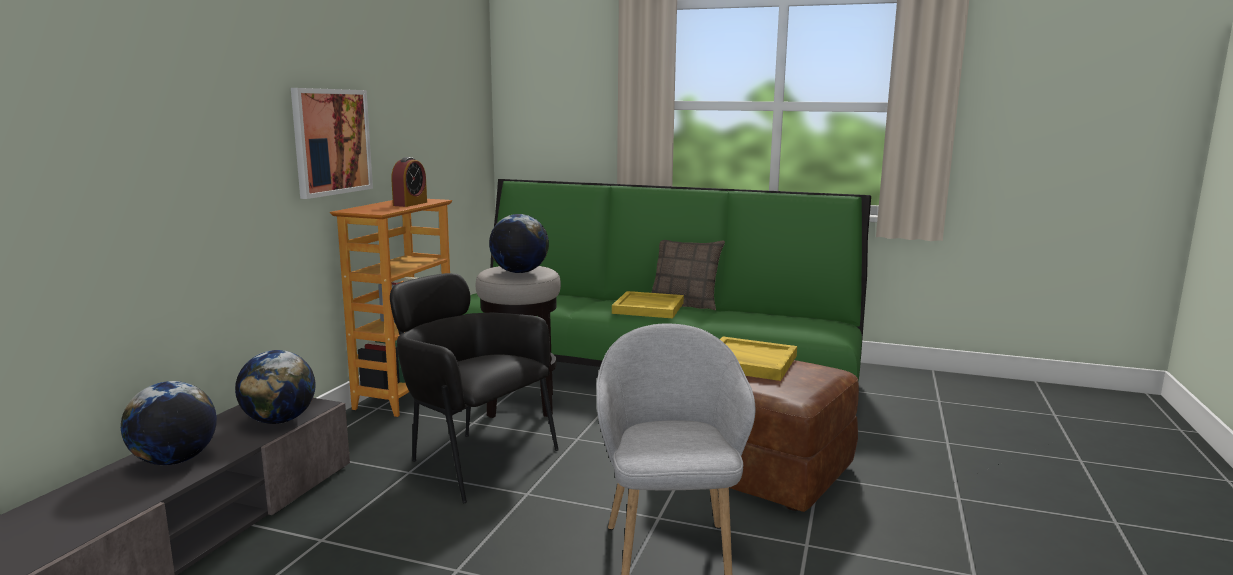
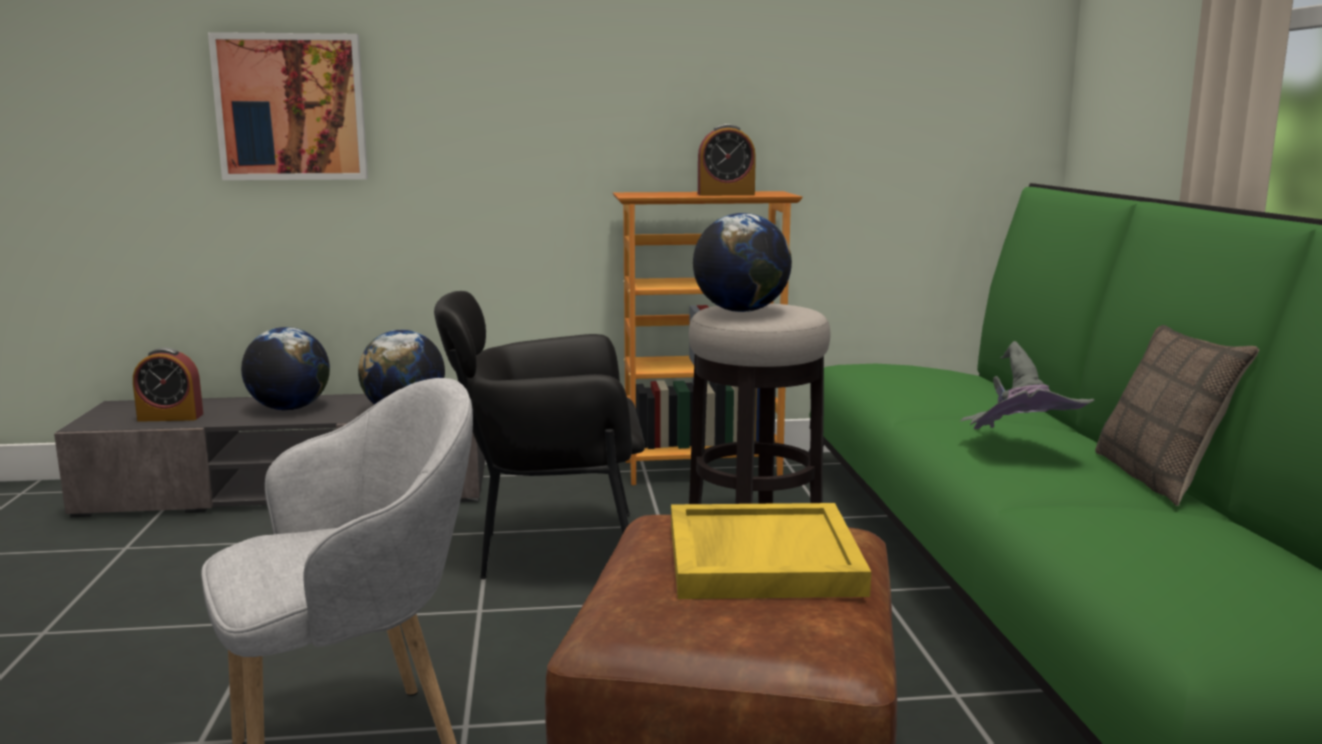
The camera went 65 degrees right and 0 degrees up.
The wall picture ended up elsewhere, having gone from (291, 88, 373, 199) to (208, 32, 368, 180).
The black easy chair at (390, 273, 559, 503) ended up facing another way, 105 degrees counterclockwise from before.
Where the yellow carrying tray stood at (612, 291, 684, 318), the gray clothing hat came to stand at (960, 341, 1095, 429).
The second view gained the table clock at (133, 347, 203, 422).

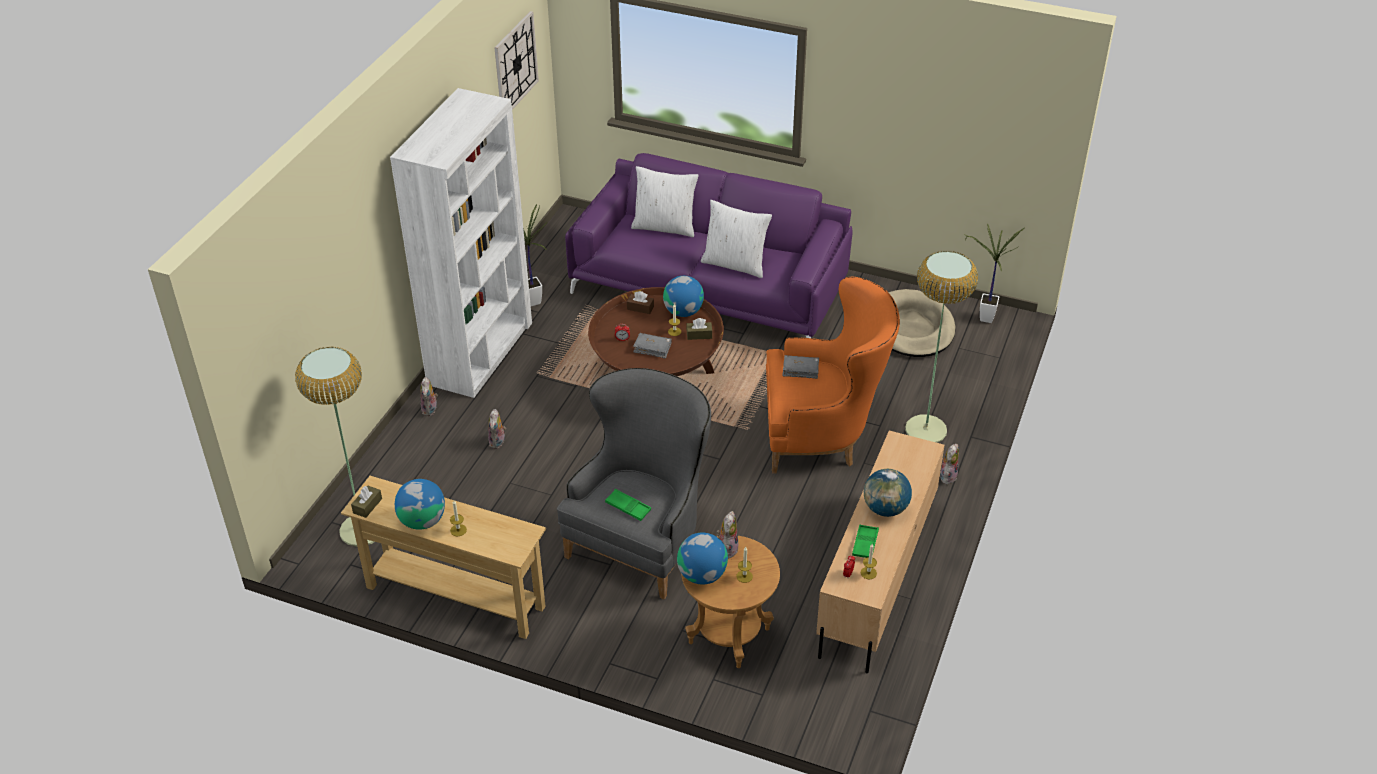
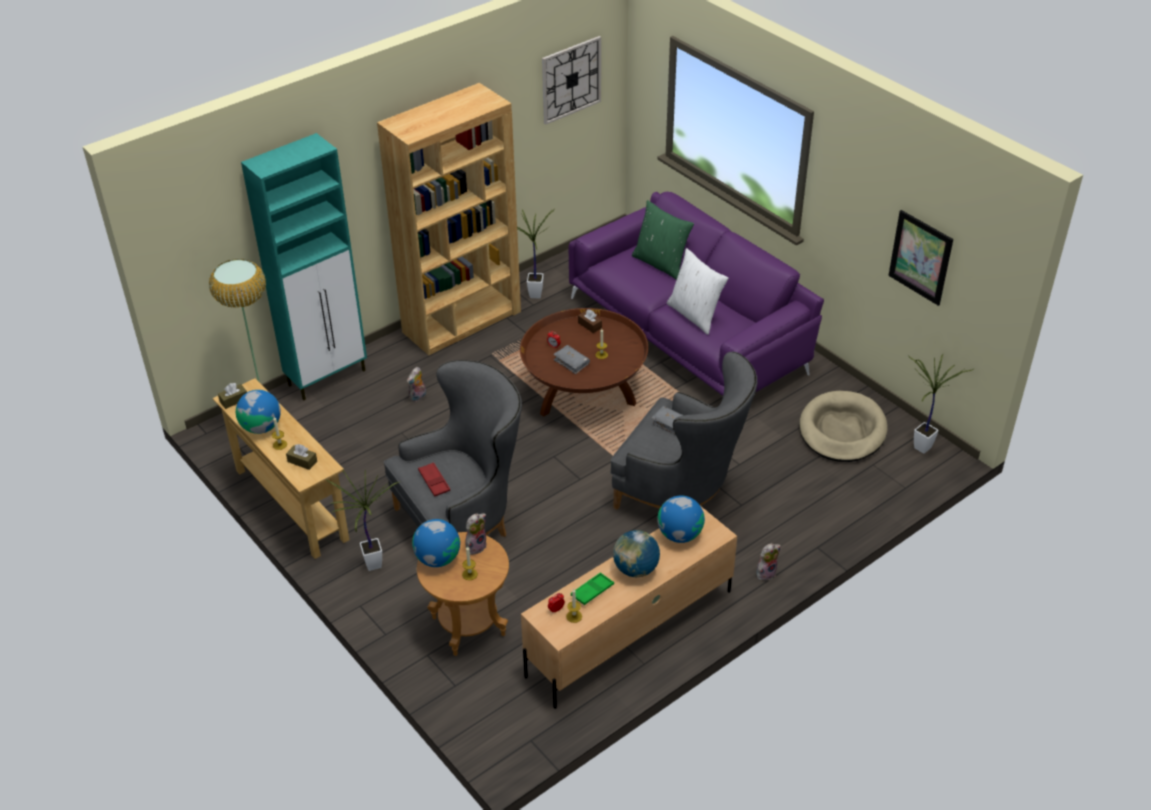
The camera went 30 degrees right and 0 degrees up.
What was the white bookshelf at (390, 88, 532, 398) turned into the brown bookshelf at (377, 83, 521, 355).
The second view lost the plush toy at (420, 377, 438, 416).
What was the green-coloured carrying tray at (605, 489, 651, 521) turned into the red carrying tray at (418, 462, 450, 497).
What was the white throw pillow at (631, 166, 698, 237) turned into the green-coloured throw pillow at (632, 200, 694, 280).
The world globe ended up elsewhere, having gone from (663, 276, 704, 317) to (657, 495, 705, 543).
The brown box of tissues ended up elsewhere, having gone from (686, 318, 712, 340) to (286, 444, 317, 470).
What was the orange easy chair at (766, 277, 900, 474) turned into the gray easy chair at (610, 352, 757, 510).
The second view lost the standing lamp at (905, 251, 978, 443).
The second view gained the blue-green cupboard at (241, 133, 367, 400).
The second view gained the potted plant at (326, 470, 401, 571).
The second view gained the wall picture at (888, 210, 953, 306).

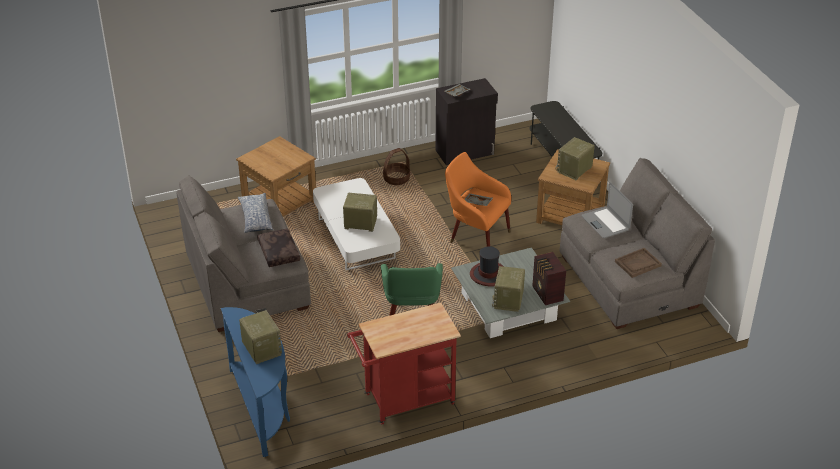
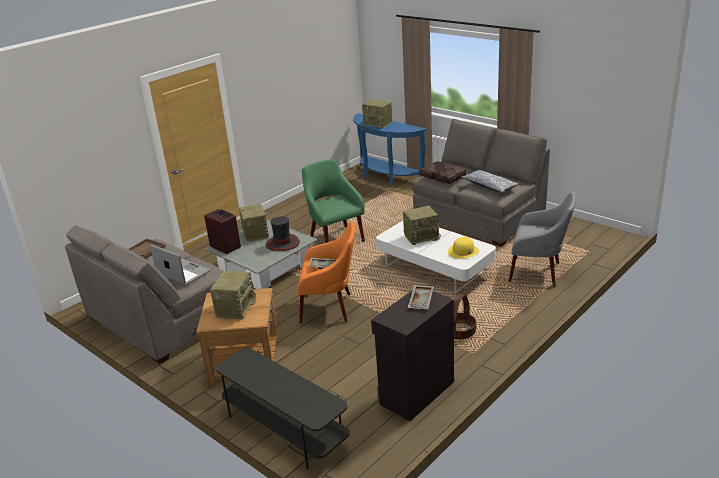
The camera went 155 degrees right and 10 degrees down.
Where the brown end table stood at (236, 136, 316, 216), the gray easy chair came to stand at (509, 192, 576, 288).
The second view lost the red trolley at (347, 303, 461, 424).
The second view gained the yellow clothing hat at (448, 237, 479, 259).

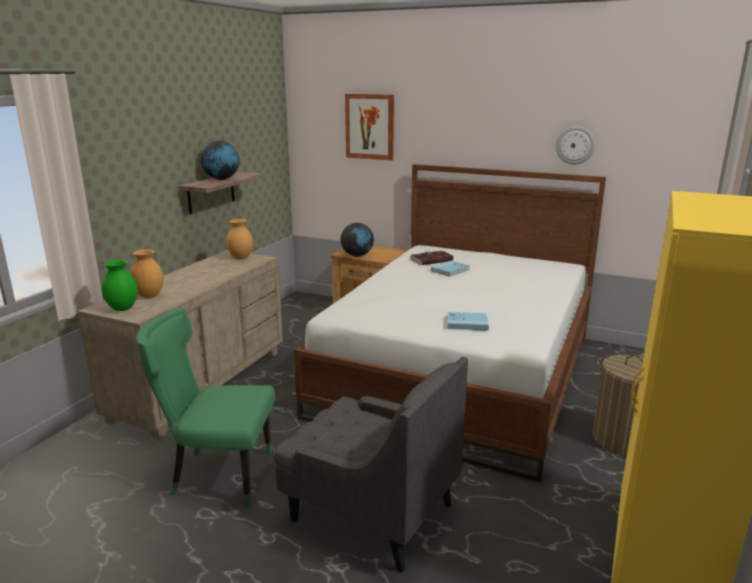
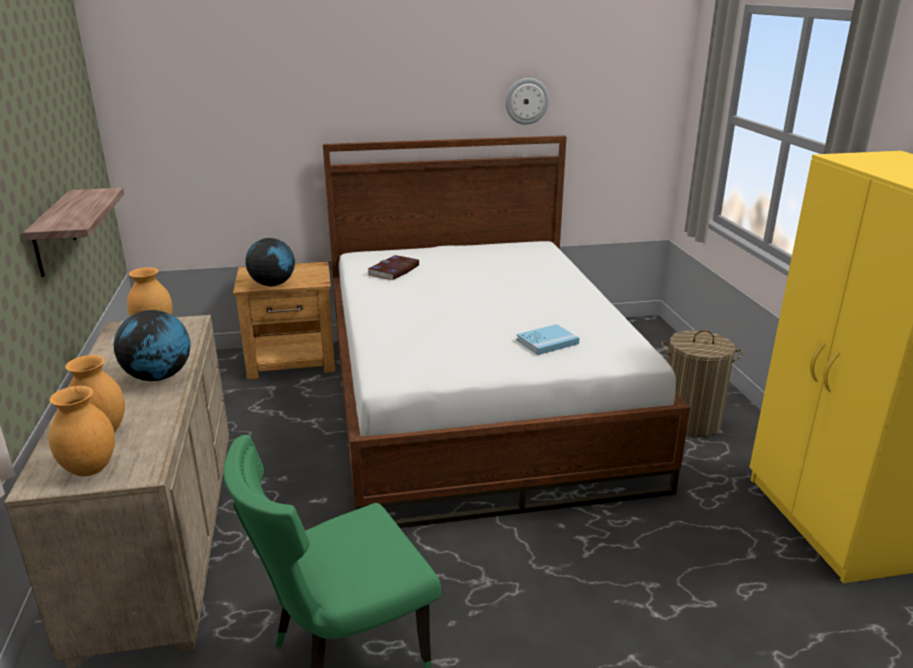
The camera went 35 degrees left and 5 degrees up.
What was the green-coloured decorative vase at (102, 260, 138, 311) turned into the brown decorative vase at (49, 386, 115, 476).
The world globe ended up elsewhere, having gone from (201, 141, 240, 180) to (114, 310, 190, 381).
The second view lost the gray easy chair at (274, 357, 468, 573).
The second view lost the wall picture at (345, 94, 394, 160).
The second view lost the bluish book at (431, 260, 470, 277).

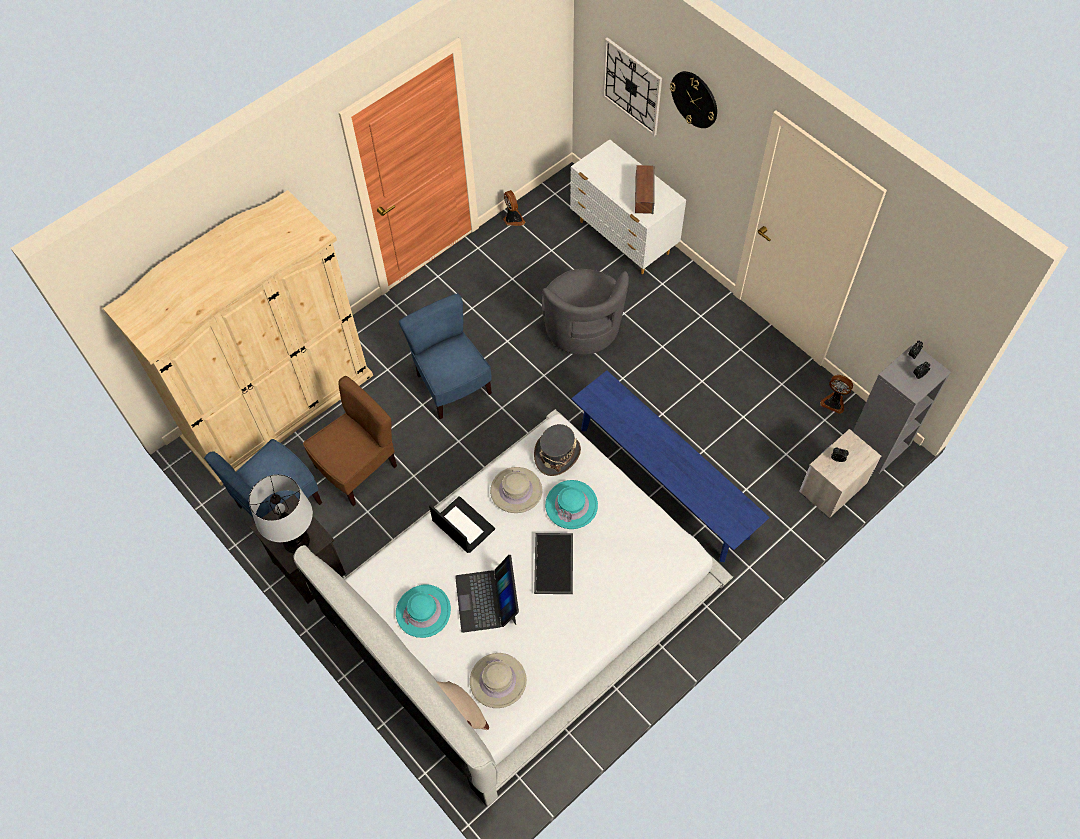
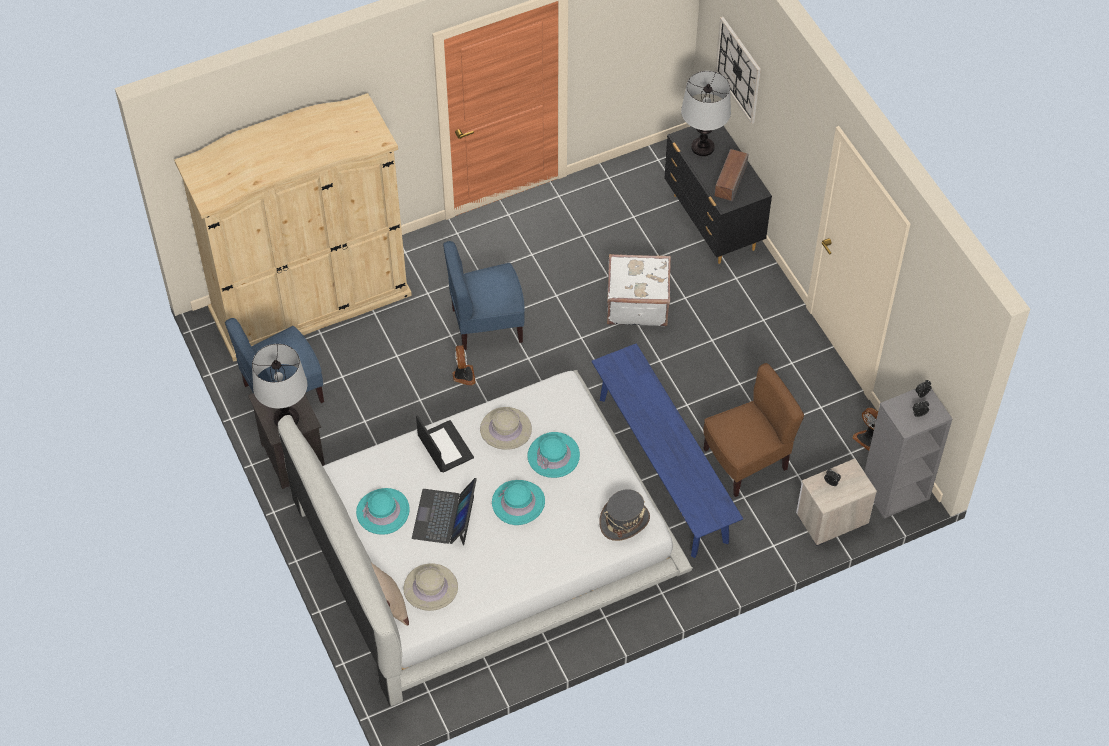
The camera went 15 degrees right and 5 degrees down.
The brown upright chair ended up elsewhere, having gone from (303, 376, 397, 506) to (703, 363, 804, 497).
The bluish upright chair at (398, 293, 492, 419) ended up facing another way, 90 degrees counterclockwise from before.
The electric fan ended up elsewhere, having gone from (503, 190, 526, 226) to (452, 345, 476, 386).
The gray clothing hat ended up elsewhere, having gone from (534, 424, 581, 476) to (599, 489, 650, 541).
Where the carrying tray stood at (534, 533, 573, 594), the blue-green clothing hat came to stand at (492, 480, 545, 525).
Where the gray easy chair stood at (542, 269, 629, 355), the white suitcase came to stand at (607, 254, 671, 326).
What was the white chest of drawers at (570, 139, 686, 274) turned into the black chest of drawers at (664, 126, 772, 264).
The second view lost the hanging clock at (670, 71, 717, 128).
The second view gained the tabletop lamp at (681, 71, 731, 156).

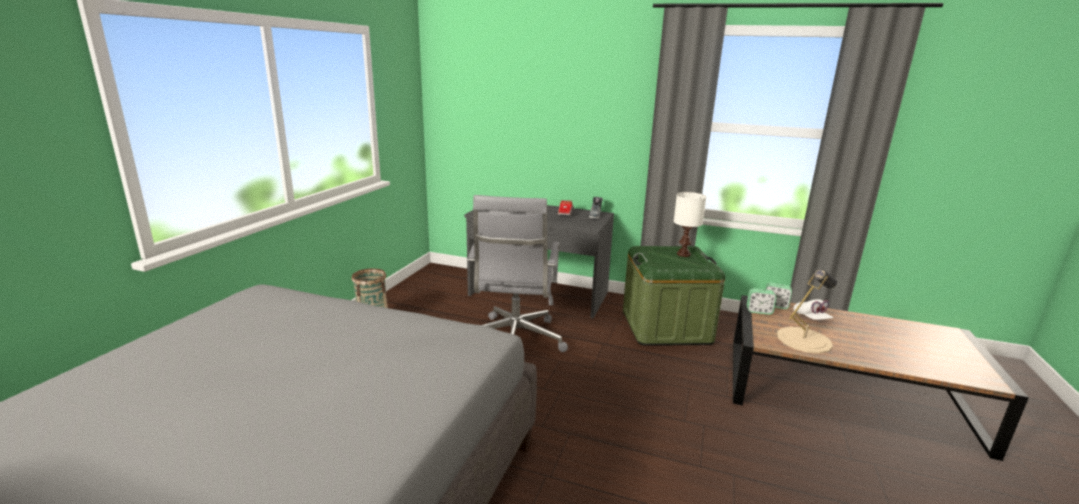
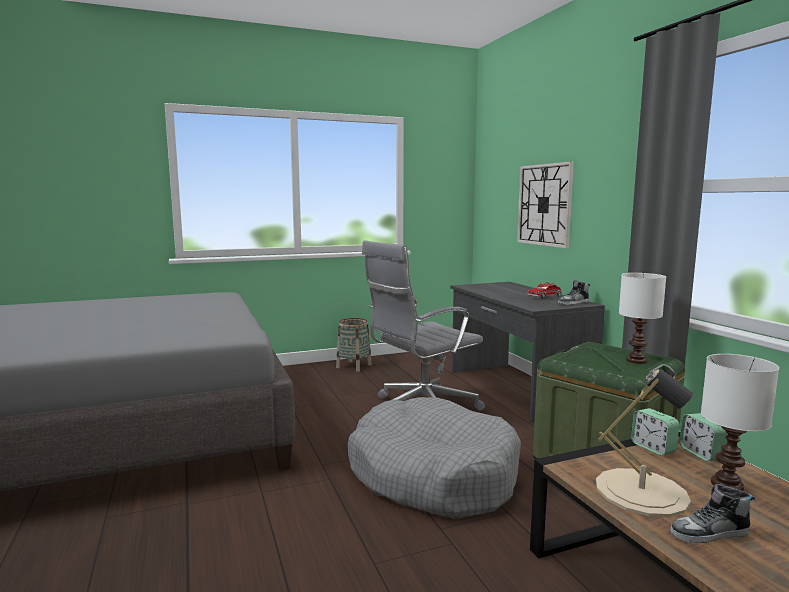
The camera went 50 degrees right and 10 degrees down.
Where the white peaked cap stood at (793, 299, 833, 320), the white tabletop lamp came to stand at (701, 354, 779, 491).
The second view gained the gray dog cushion at (348, 397, 521, 519).
The second view gained the hanging clock at (517, 161, 574, 248).
The second view gained the shoe at (670, 484, 755, 543).

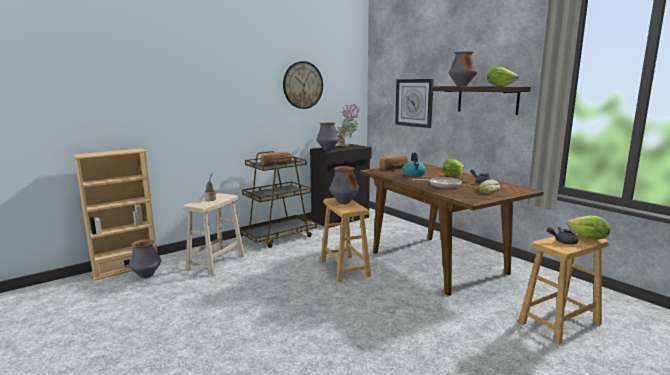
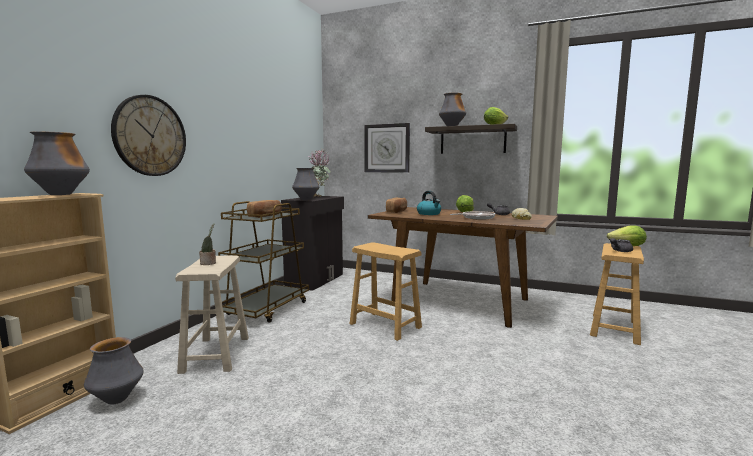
The camera went 30 degrees left and 5 degrees down.
The hanging clock ended up elsewhere, having gone from (283, 61, 323, 109) to (111, 95, 186, 176).
The decorative vase ended up elsewhere, having gone from (329, 166, 359, 204) to (24, 131, 90, 195).

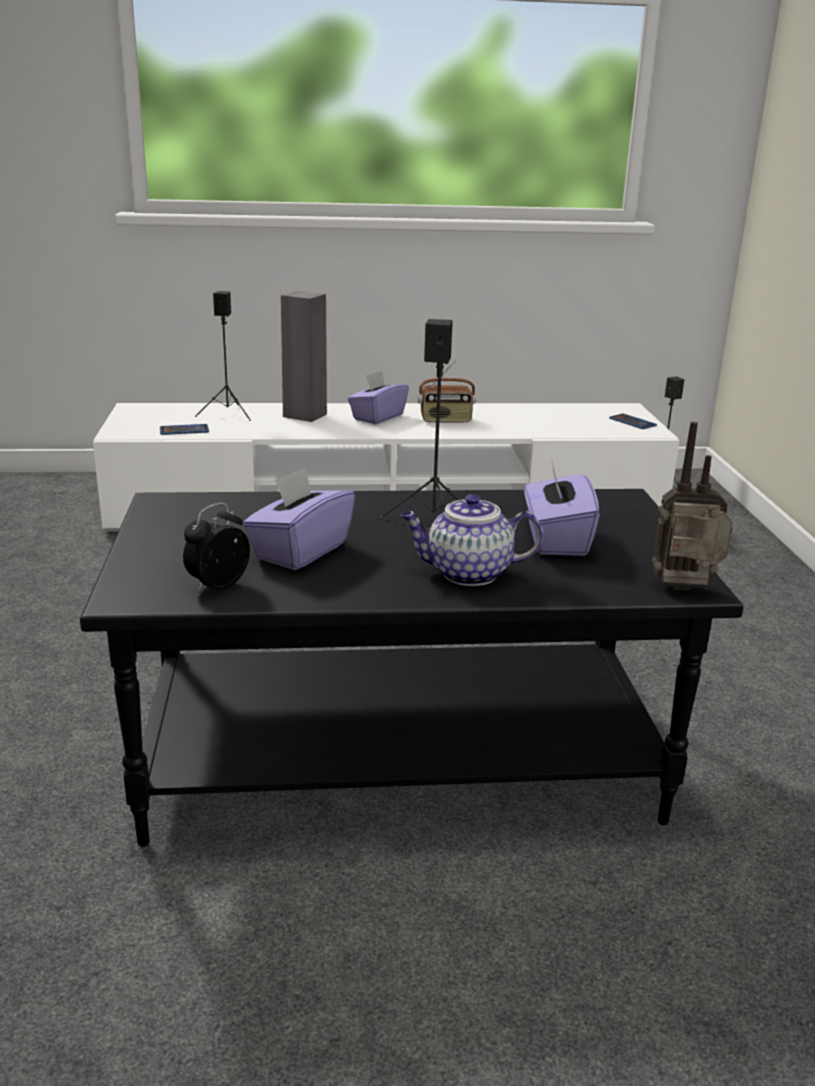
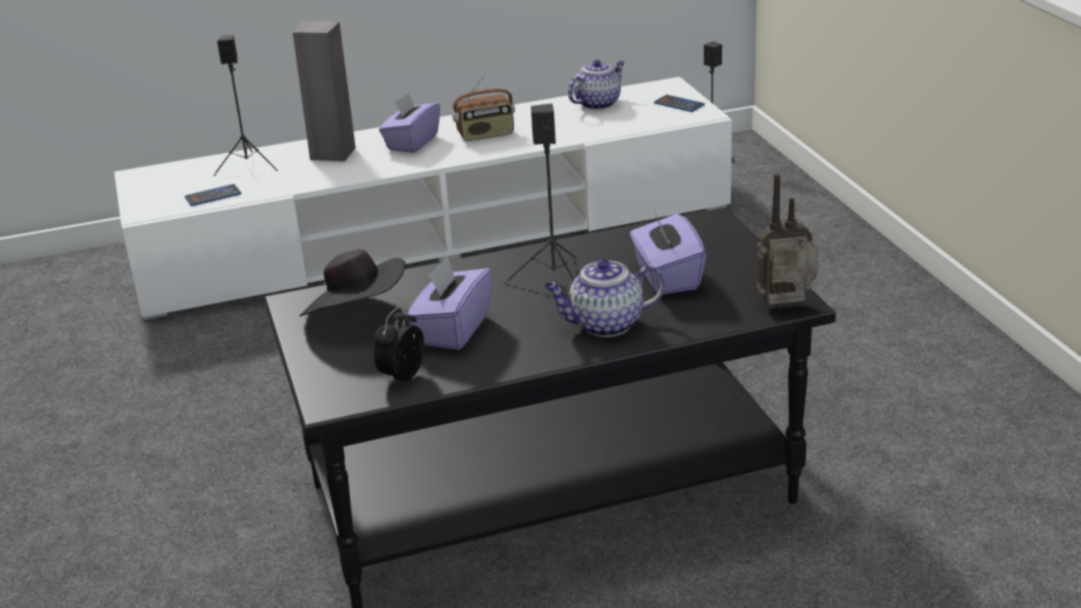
The camera went 10 degrees left and 5 degrees up.
The second view gained the black clothing hat at (300, 249, 405, 316).
The second view gained the teapot at (568, 59, 625, 110).

